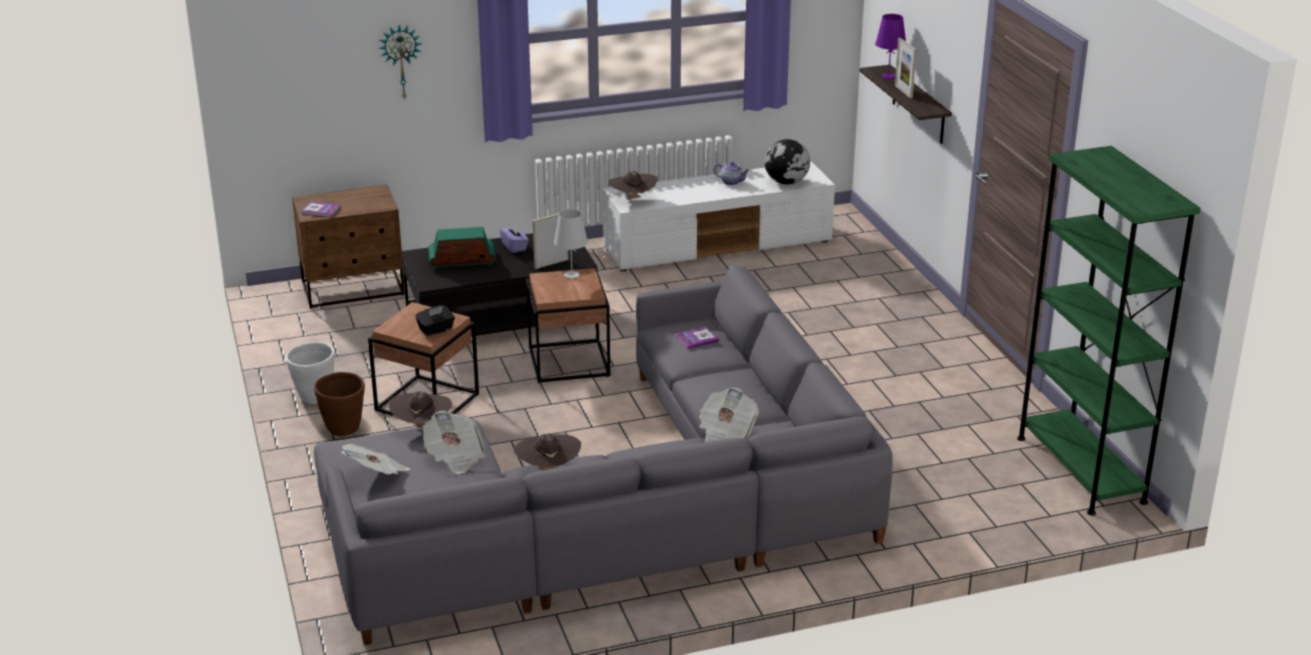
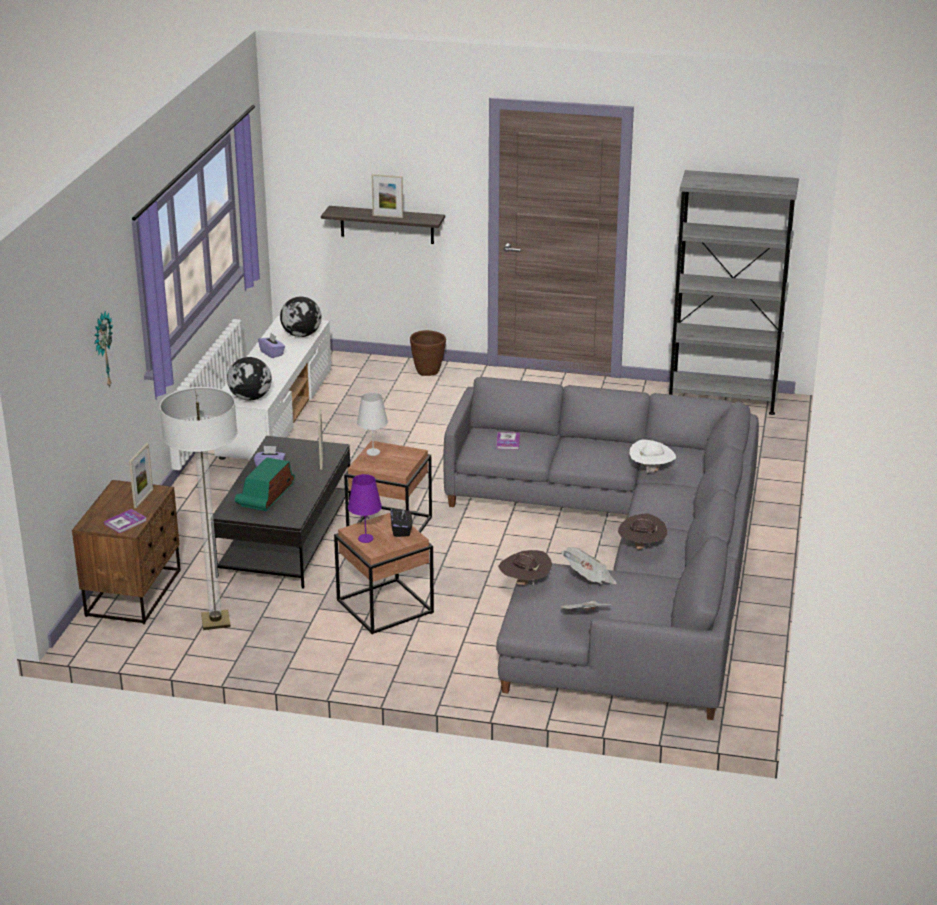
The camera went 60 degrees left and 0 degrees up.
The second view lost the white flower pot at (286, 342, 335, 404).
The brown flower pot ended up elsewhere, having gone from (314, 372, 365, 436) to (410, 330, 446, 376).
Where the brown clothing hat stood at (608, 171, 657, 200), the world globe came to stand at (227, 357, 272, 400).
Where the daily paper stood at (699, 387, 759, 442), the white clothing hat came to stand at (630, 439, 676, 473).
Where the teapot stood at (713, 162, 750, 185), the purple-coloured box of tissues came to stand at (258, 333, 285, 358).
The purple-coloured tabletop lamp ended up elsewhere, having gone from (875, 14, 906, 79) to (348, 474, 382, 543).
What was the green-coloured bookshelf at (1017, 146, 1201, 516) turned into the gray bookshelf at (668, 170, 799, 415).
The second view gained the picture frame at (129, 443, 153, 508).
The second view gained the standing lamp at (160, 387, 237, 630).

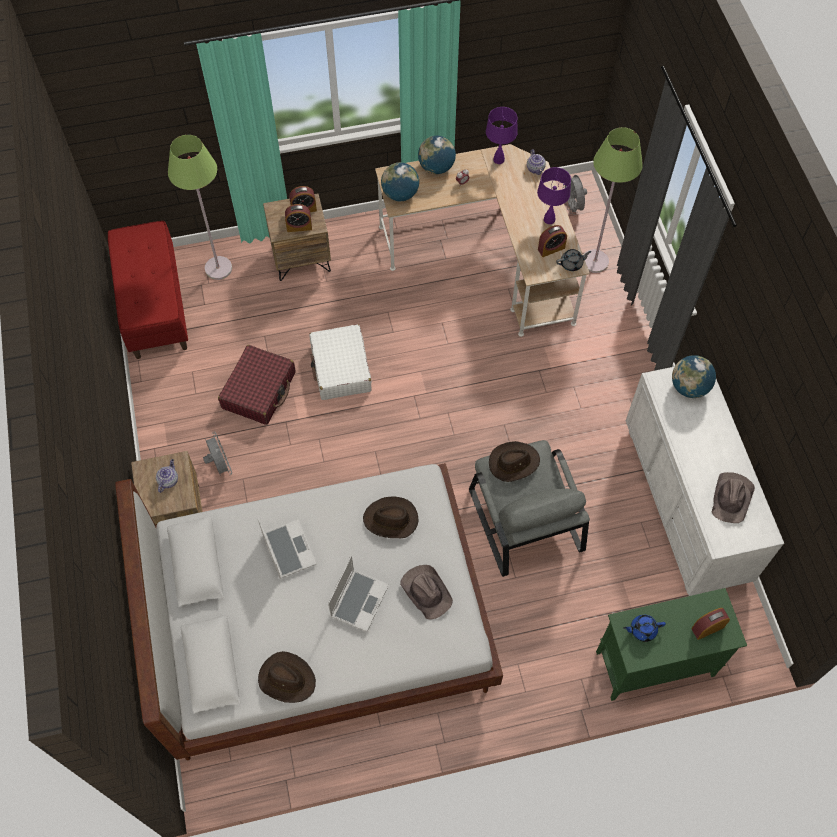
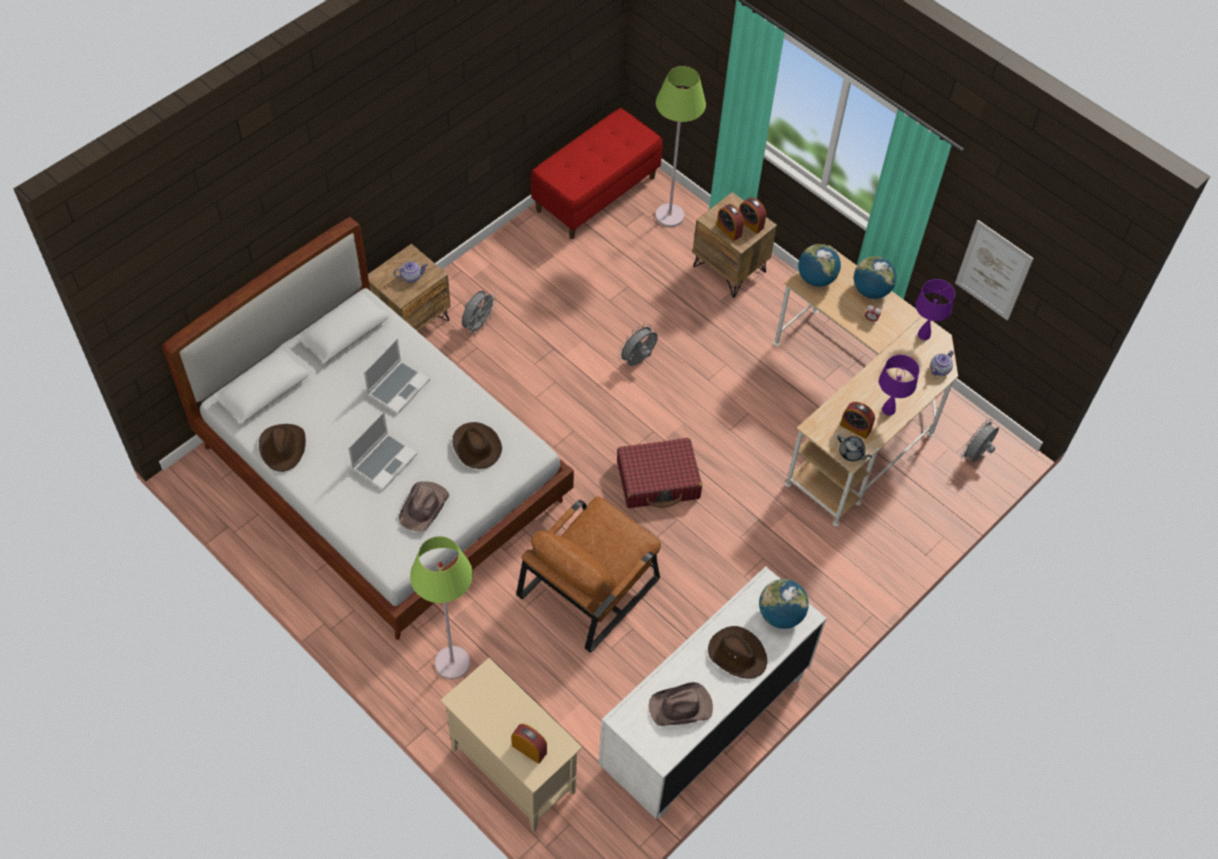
The camera went 55 degrees right and 5 degrees down.
The red suitcase ended up elsewhere, having gone from (218, 345, 296, 425) to (617, 438, 702, 508).
Where the white suitcase stood at (309, 324, 372, 400), the gray electric fan came to stand at (618, 324, 658, 366).
The portable computer at (328, 556, 389, 632) ended up facing another way, 45 degrees counterclockwise from before.
What was the gray easy chair at (469, 440, 590, 577) turned into the brown easy chair at (516, 497, 661, 653).
The brown clothing hat ended up elsewhere, having gone from (489, 441, 540, 482) to (708, 626, 767, 679).
The green-coloured standing lamp ended up elsewhere, having gone from (583, 127, 643, 273) to (410, 536, 473, 679).
What was the green-coloured cupboard at (596, 588, 747, 701) turned into the beige cupboard at (440, 658, 582, 832).
The second view lost the bluish teapot at (623, 615, 666, 642).
The second view gained the wall picture at (955, 220, 1034, 321).

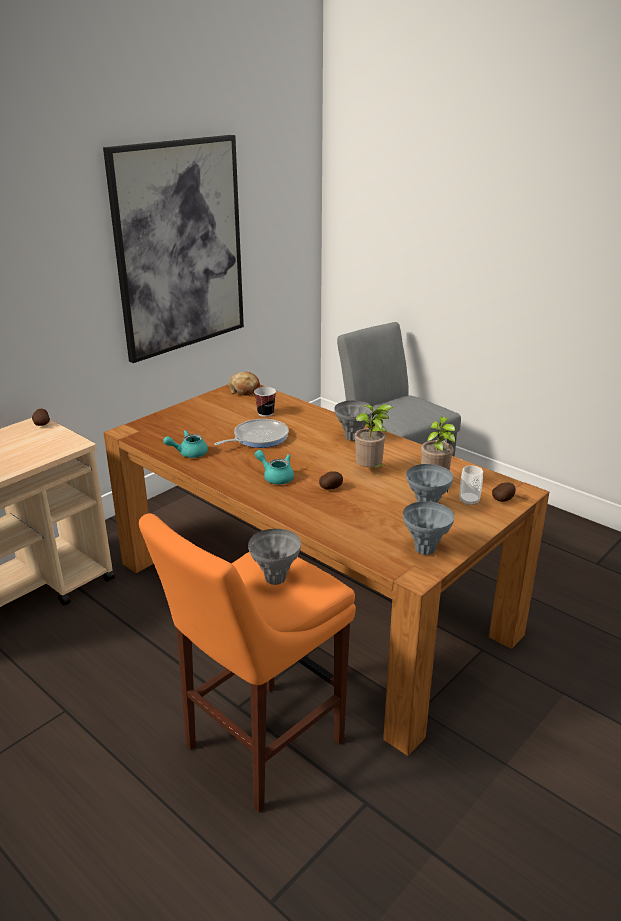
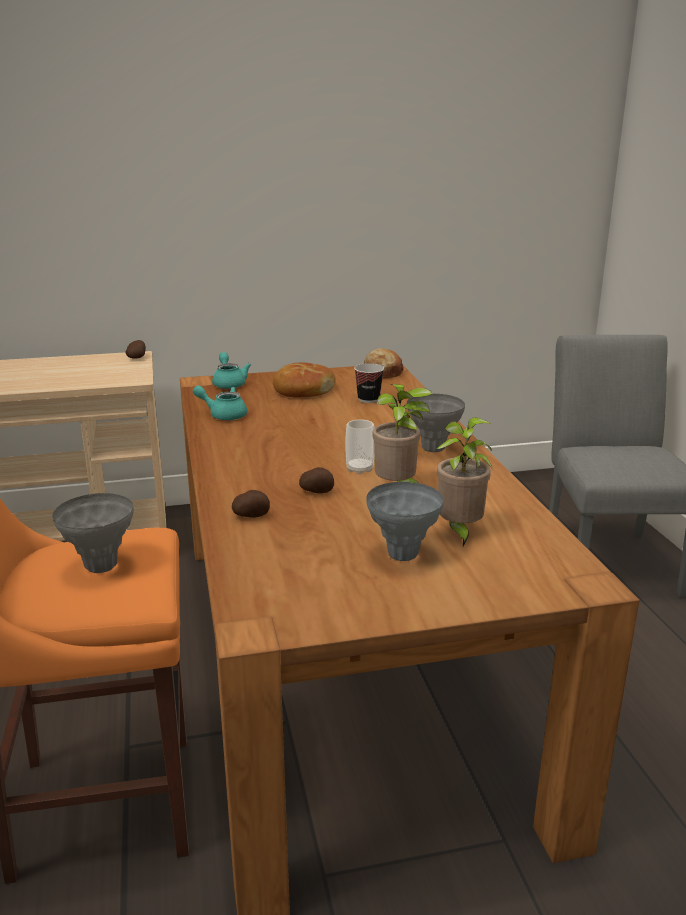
The camera went 35 degrees right and 5 degrees down.
The second view lost the wall picture at (103, 135, 244, 363).
The second view lost the pan at (214, 419, 289, 448).
The blue-green teapot ended up elsewhere, having gone from (255, 450, 294, 484) to (212, 352, 251, 389).
The second view lost the gray decorative vase at (403, 501, 454, 555).
The cup ended up elsewhere, having gone from (460, 465, 483, 506) to (345, 419, 374, 474).
The spud ended up elsewhere, having gone from (492, 483, 516, 502) to (232, 490, 270, 518).
The second view gained the bakery bread at (273, 362, 336, 398).

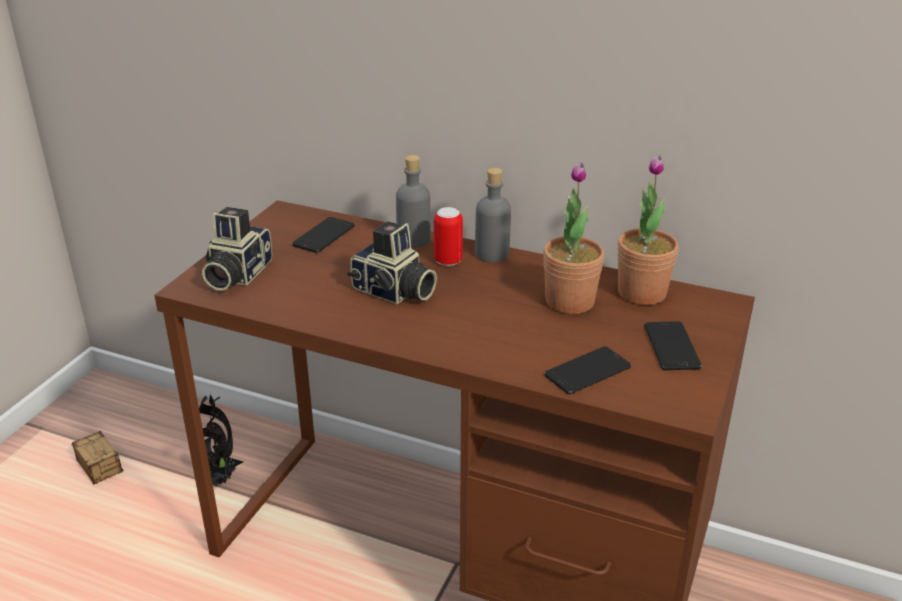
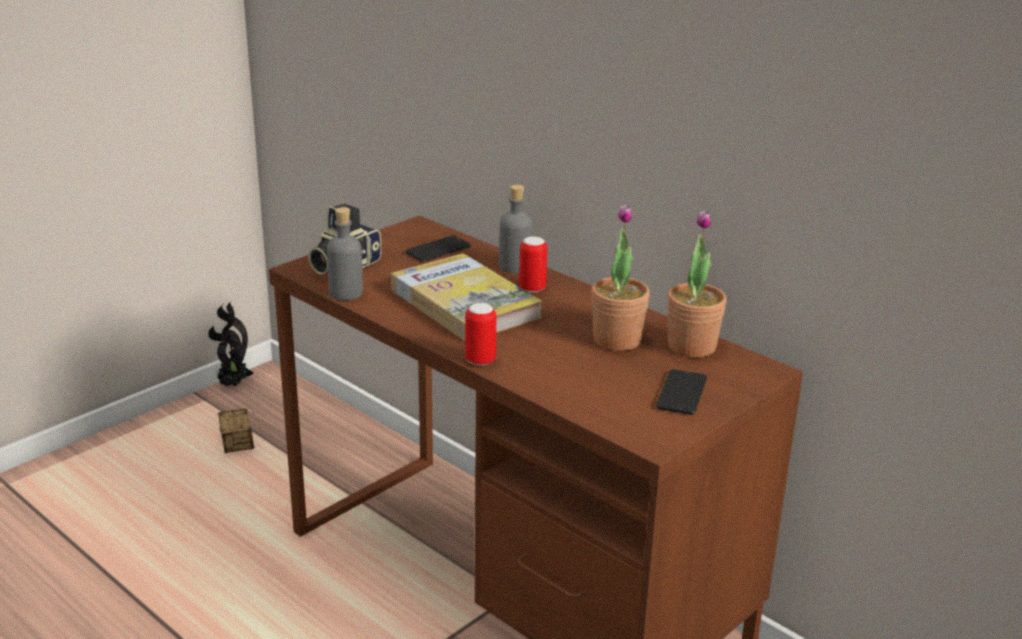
The camera went 20 degrees right and 5 degrees down.
The potted plant ended up elsewhere, having gone from (199, 393, 243, 487) to (209, 302, 254, 387).
Where the photo camera stood at (347, 222, 437, 304), the book came to stand at (391, 253, 542, 341).
The gray drink bottle ended up elsewhere, having gone from (475, 168, 511, 263) to (327, 207, 363, 301).
The second view lost the phone at (545, 346, 631, 394).
The second view gained the sealed can at (465, 303, 497, 366).

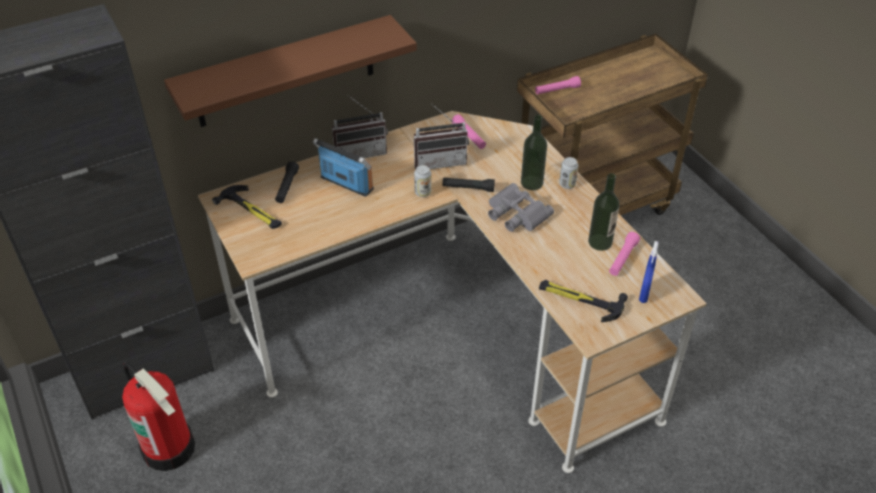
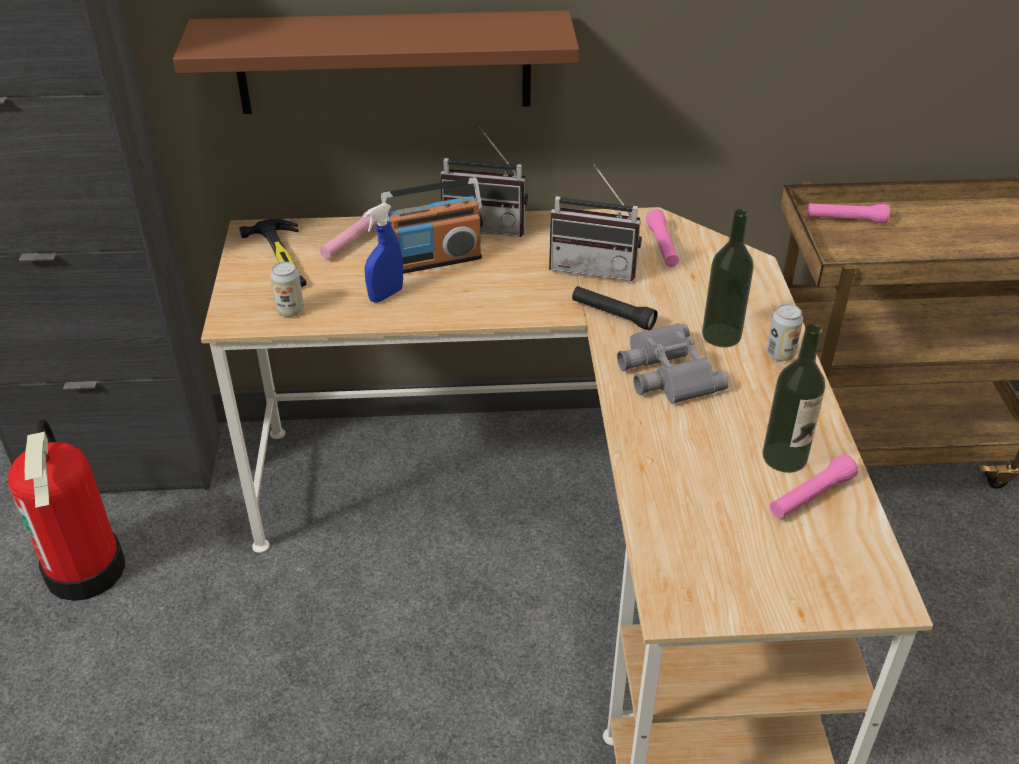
The camera went 25 degrees right and 5 degrees down.
What was the black torch at (275, 161, 299, 203) turned into the pink-coloured torch at (319, 208, 377, 259).
The radio set at (313, 138, 374, 197) ended up facing another way, 105 degrees clockwise from before.
The sealed can ended up elsewhere, having gone from (414, 165, 431, 197) to (270, 262, 304, 317).
The second view lost the tool hammer at (539, 280, 628, 322).
The bluish sprayer ended up elsewhere, having gone from (639, 241, 659, 303) to (364, 203, 403, 302).

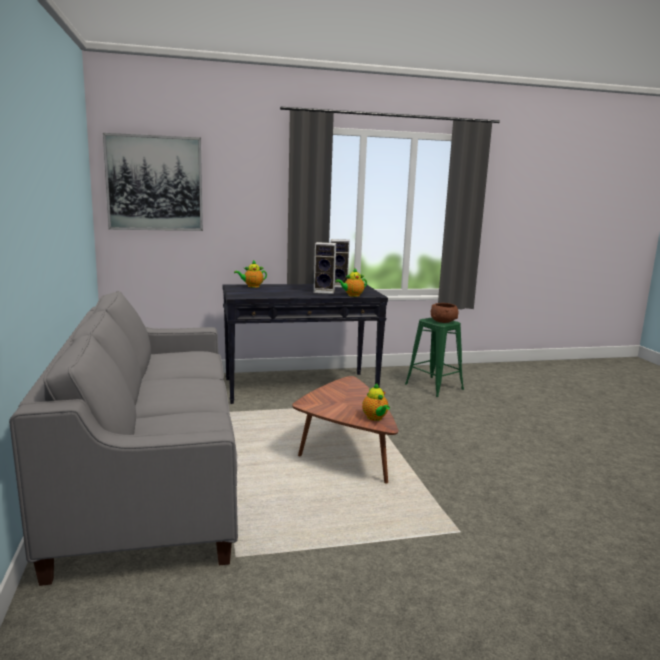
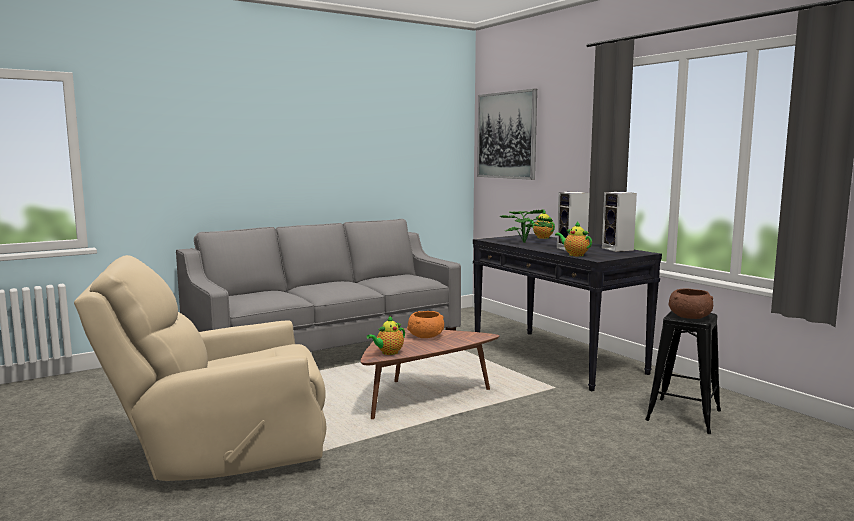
The camera went 70 degrees right and 5 degrees down.
What was the green-coloured stool at (405, 317, 464, 397) turned into the black stool at (645, 311, 721, 434).
The second view gained the beige easy chair at (74, 255, 327, 481).
The second view gained the orange deep dish at (407, 311, 444, 338).
The second view gained the potted plant at (500, 209, 554, 243).

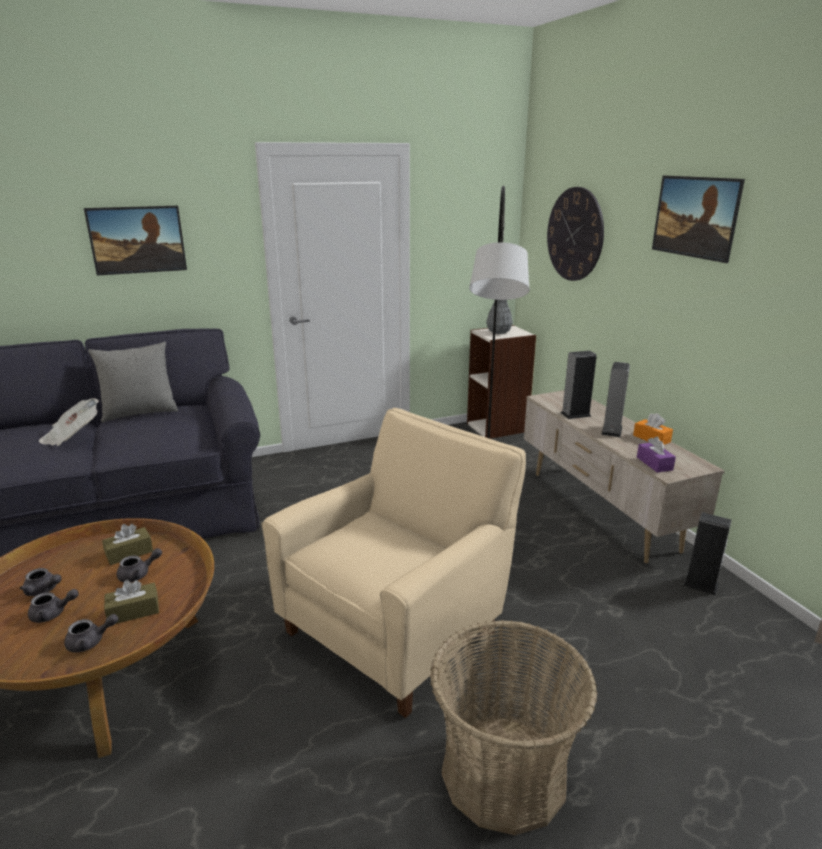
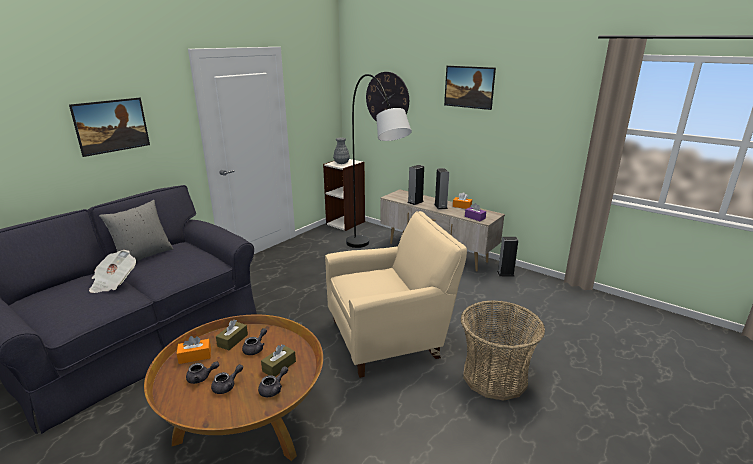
The camera went 30 degrees left and 0 degrees up.
The beige easy chair at (261, 408, 526, 718) ended up facing another way, 60 degrees clockwise from before.
The second view gained the orange box of tissues at (176, 336, 211, 364).

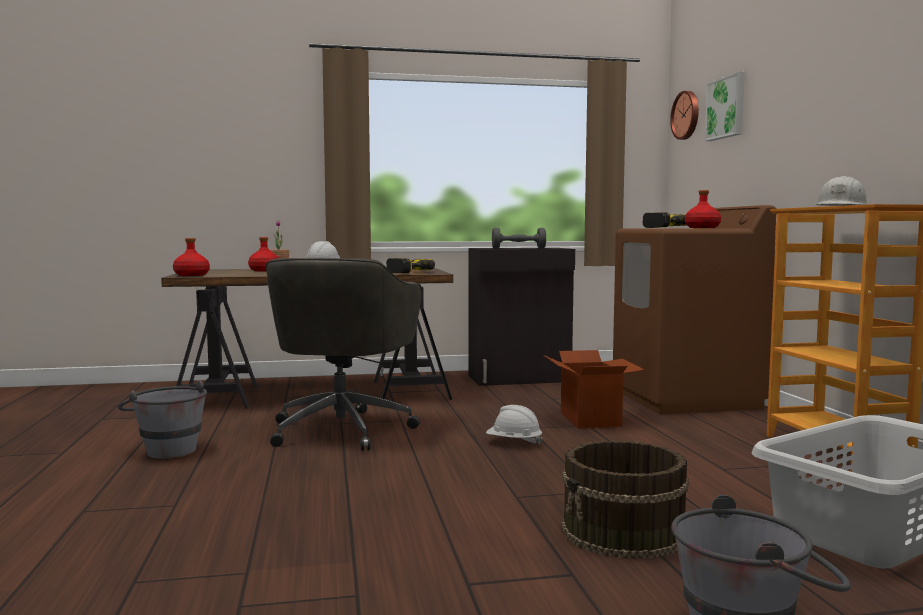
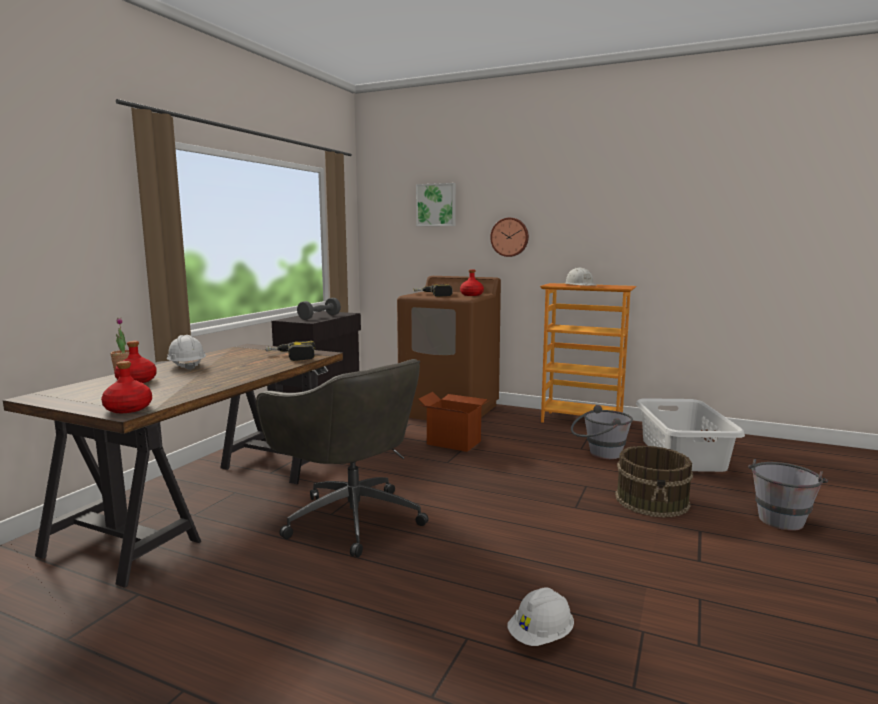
The camera went 55 degrees left and 5 degrees up.
The gray pail ended up elsewhere, having gone from (118, 380, 207, 459) to (571, 405, 633, 459).
The white hard hat ended up elsewhere, having gone from (486, 405, 543, 445) to (507, 587, 574, 646).
The hanging clock ended up elsewhere, having gone from (670, 91, 699, 140) to (490, 218, 529, 257).

